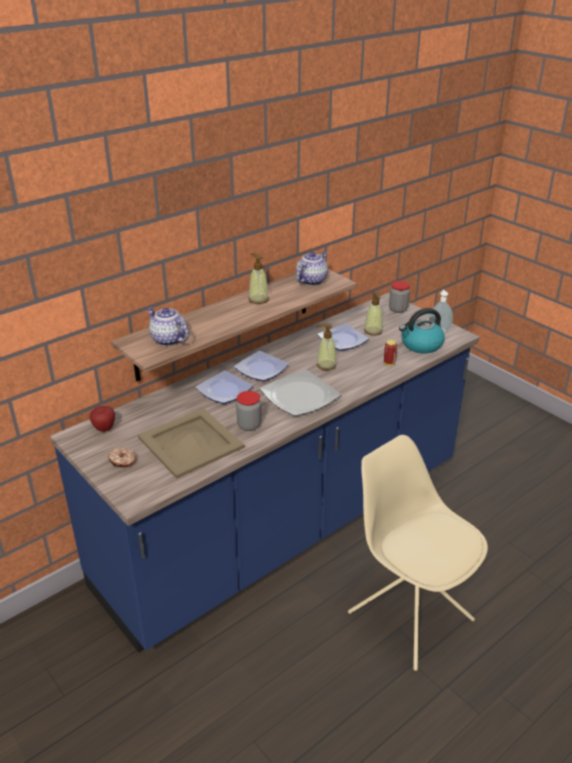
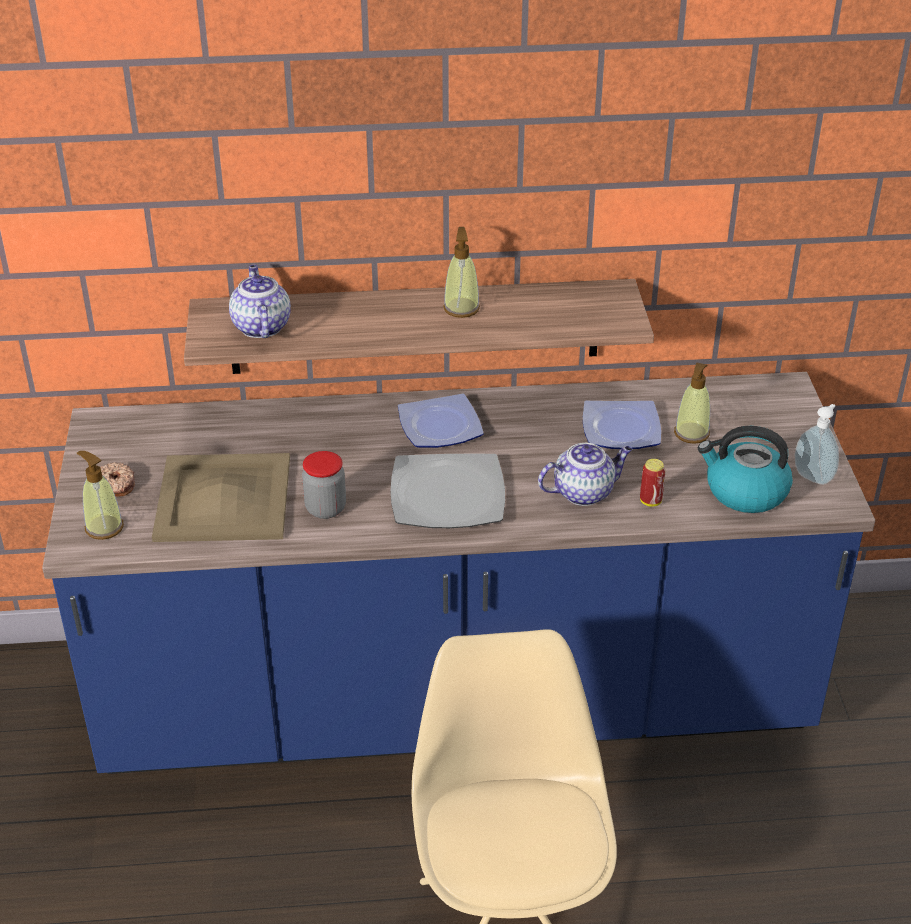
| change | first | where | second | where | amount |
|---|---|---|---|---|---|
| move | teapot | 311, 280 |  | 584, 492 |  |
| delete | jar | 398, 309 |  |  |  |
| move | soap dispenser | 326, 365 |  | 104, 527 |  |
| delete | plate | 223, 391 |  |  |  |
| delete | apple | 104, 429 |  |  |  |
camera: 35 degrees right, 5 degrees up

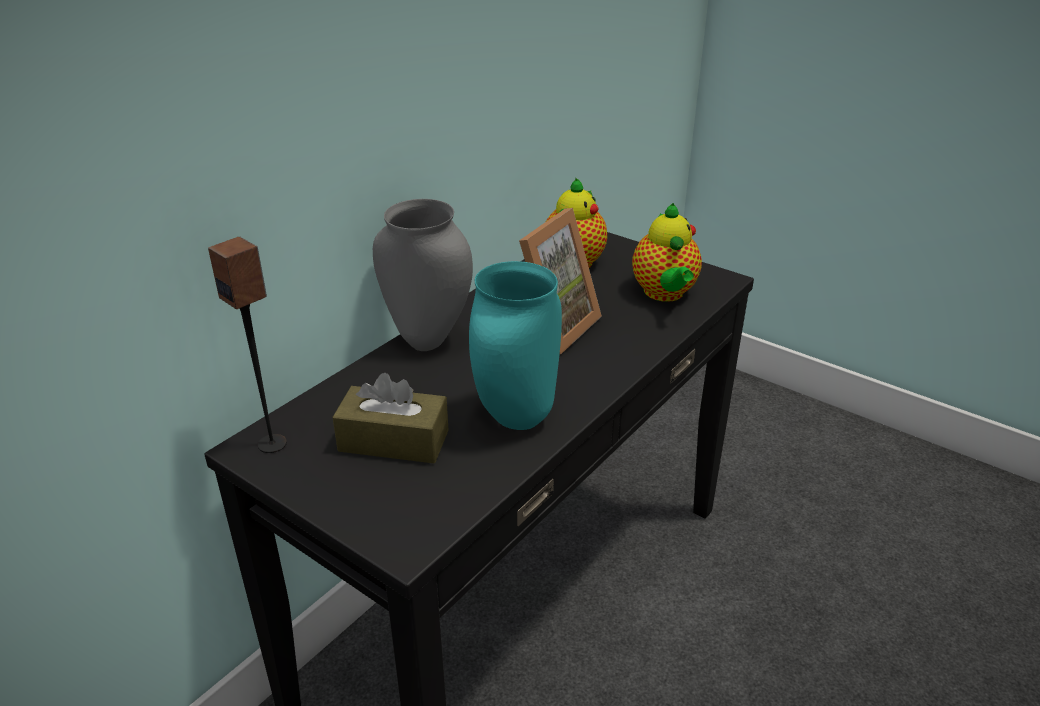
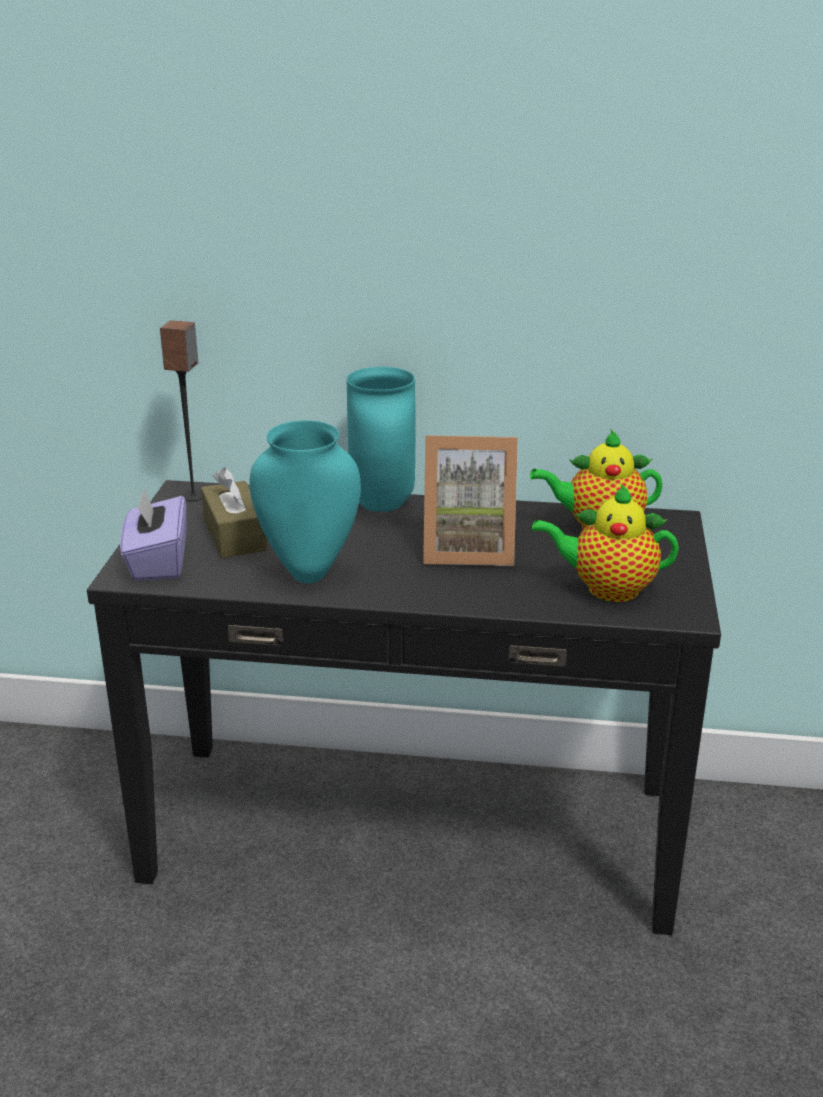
| change | first | where | second | where | amount |
|---|---|---|---|---|---|
| recolor | grey vase | 426, 342 | turquoise vase | 380, 505 |  |
| rotate | teapot | 664, 294 |  | 606, 589 | 45 degrees clockwise |
| insert |  |  | purple tissue box | 157, 562 |  |
camera: 60 degrees right, 5 degrees down

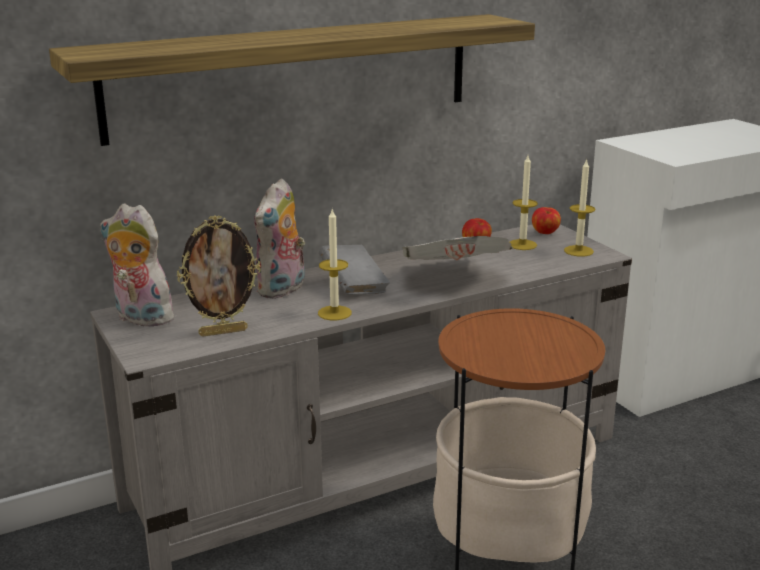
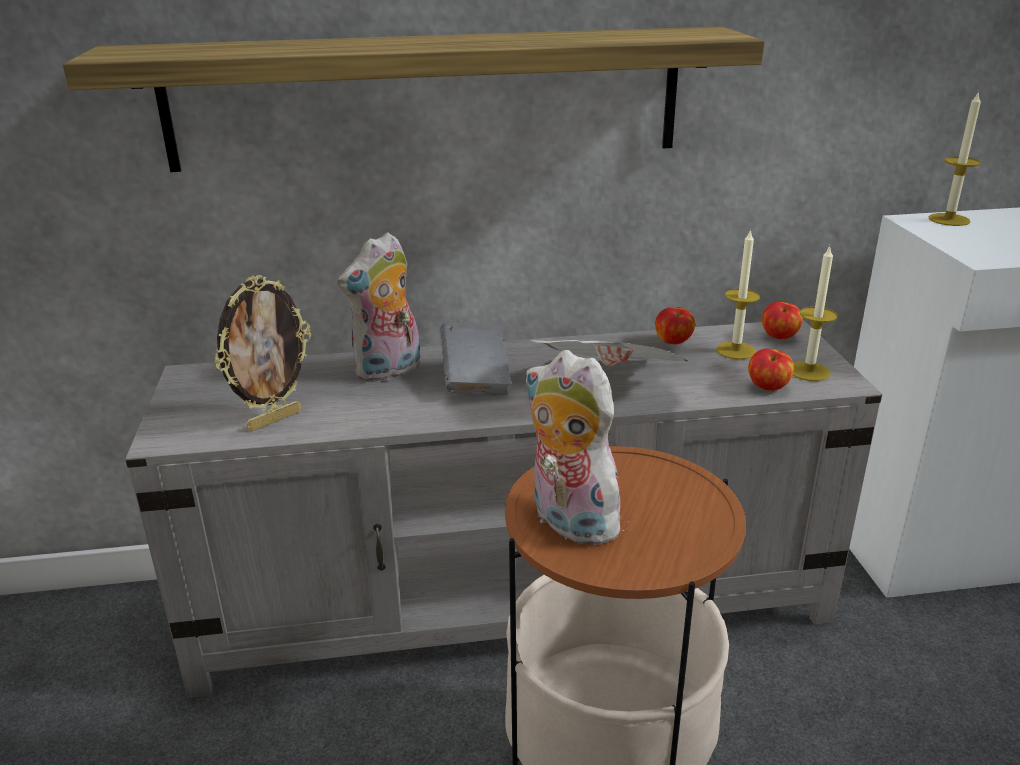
| change | first | where | second | where | amount |
|---|---|---|---|---|---|
| move | plush toy | 140, 318 |  | 568, 522 |  |
| move | candle | 334, 313 |  | 949, 219 |  |
| rotate | picture frame | 223, 332 |  | 274, 420 | 45 degrees counterclockwise |
| insert |  |  | apple | 768, 387 |  |
camera: 20 degrees right, 5 degrees up

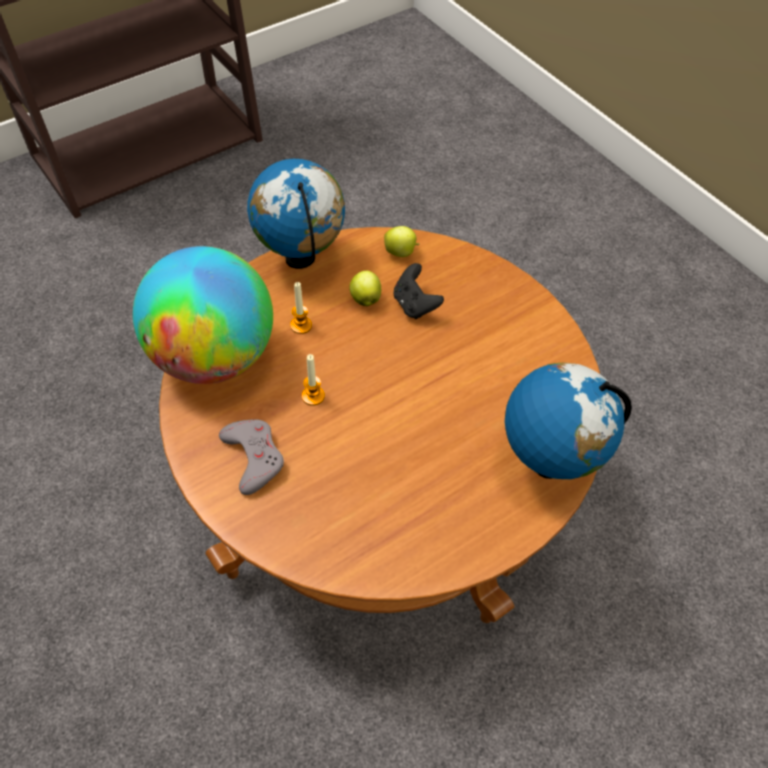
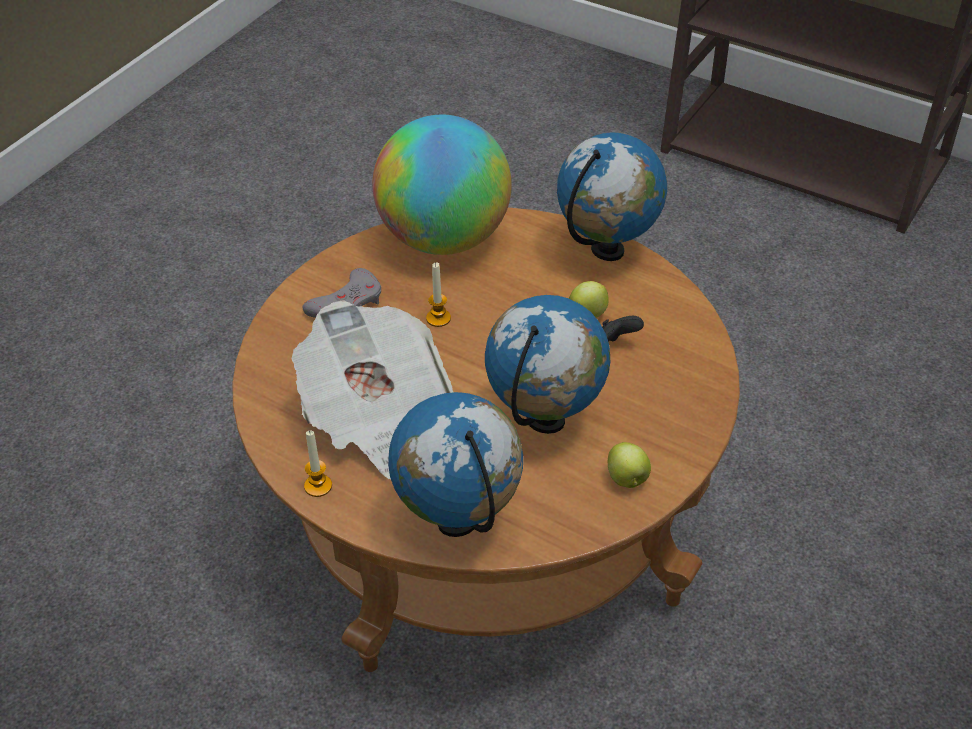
| change | first | where | second | where | amount |
|---|---|---|---|---|---|
| move | apple | 401, 252 |  | 627, 480 |  |
| move | candle | 301, 325 |  | 318, 486 |  |
| insert |  |  | globe | 546, 420 |  |
| insert |  |  | newspaper | 380, 419 |  |
camera: 70 degrees right, 10 degrees down

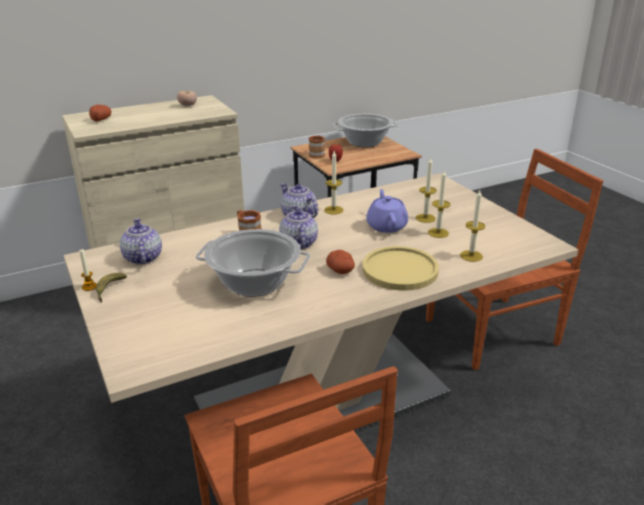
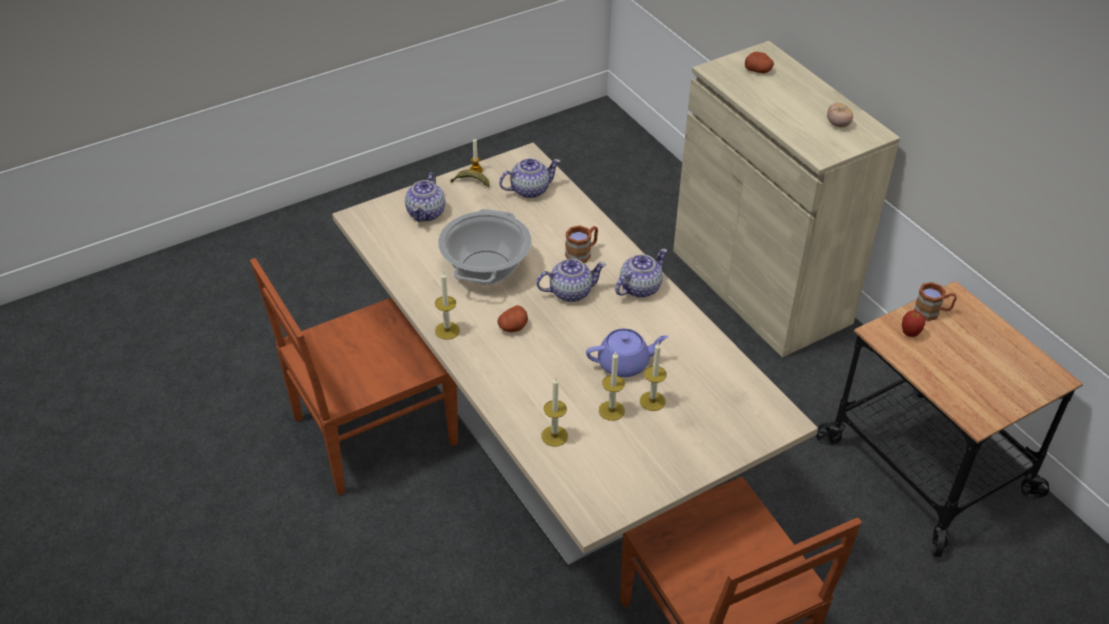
| change | first | where | second | where | amount |
|---|---|---|---|---|---|
| delete | cooking pot | 364, 142 |  |  |  |
| move | candle | 333, 210 |  | 447, 330 |  |
| delete | yellow plate | 400, 270 |  |  |  |
| insert |  |  | teapot | 426, 212 |  |
camera: 85 degrees right, 15 degrees up

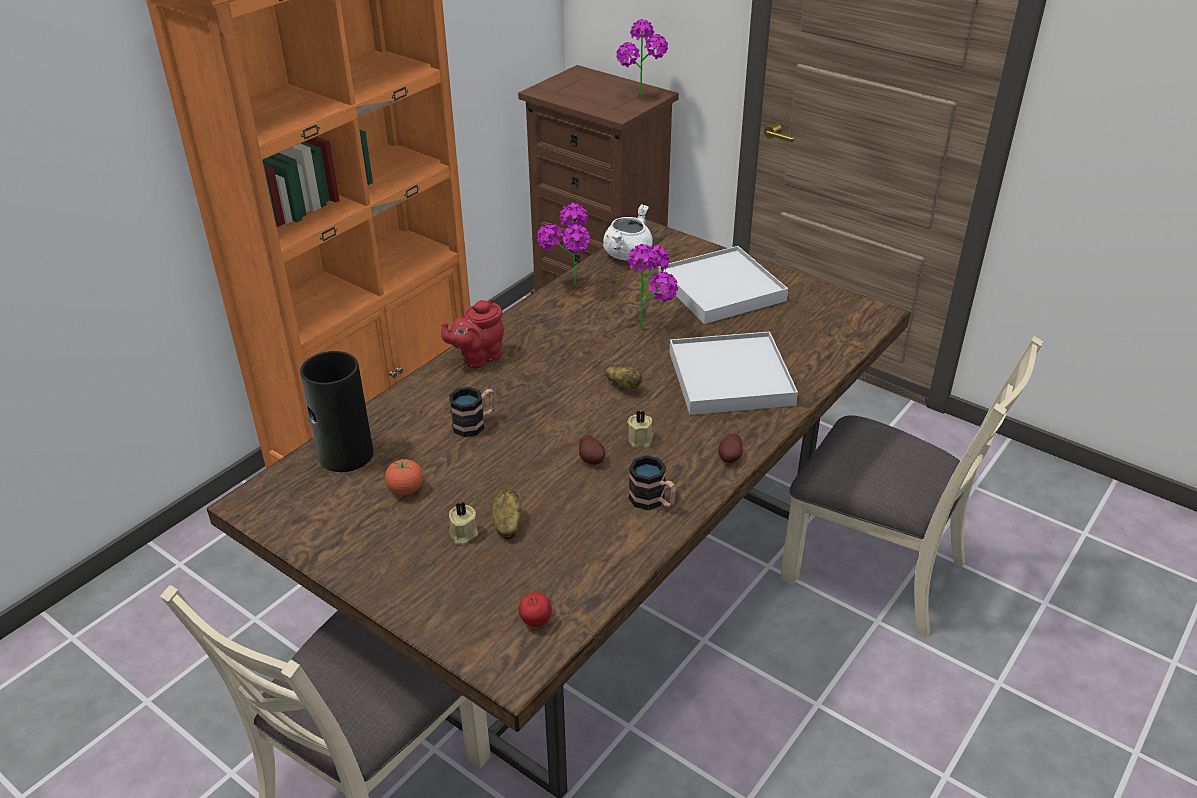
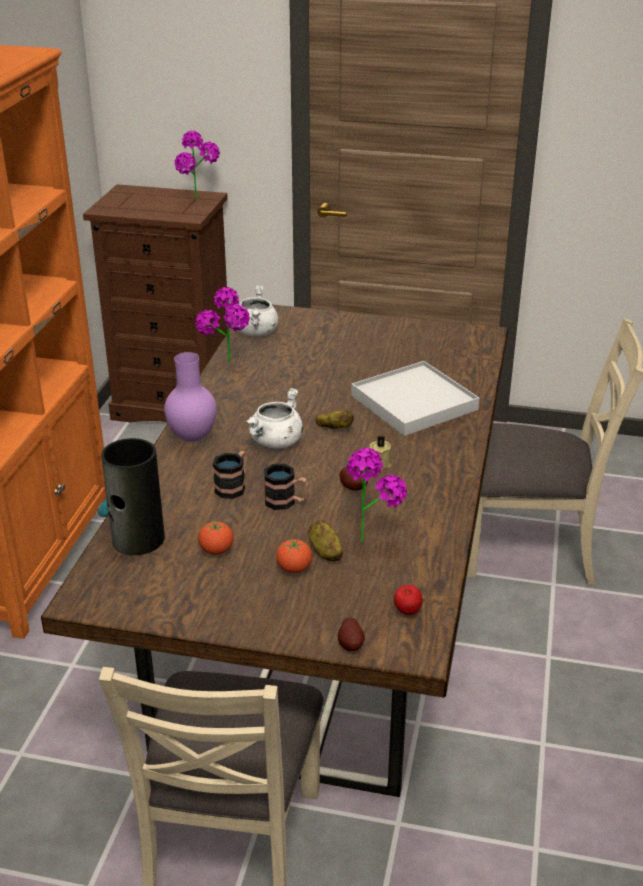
| change | first | where | second | where | amount |
|---|---|---|---|---|---|
| move | potted plant | 652, 326 |  | 371, 535 |  |
| delete | white tray | 721, 289 |  |  |  |
| replace | red teapot | 478, 358 | purple vase | 193, 437 |  |
| move | potato | 730, 457 |  | 351, 644 |  |
| move | mug | 653, 501 |  | 286, 502 |  |
| replace | beige candle | 462, 534 | tomato | 294, 569 |  |
| insert |  |  | white cooking pot | 276, 442 |  |
camera: 25 degrees left, 5 degrees down

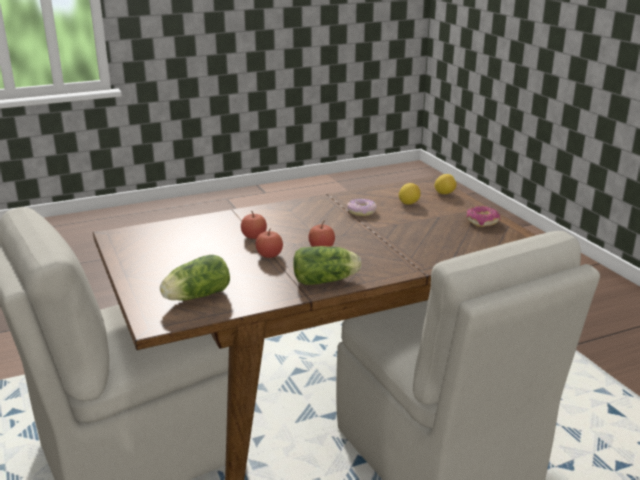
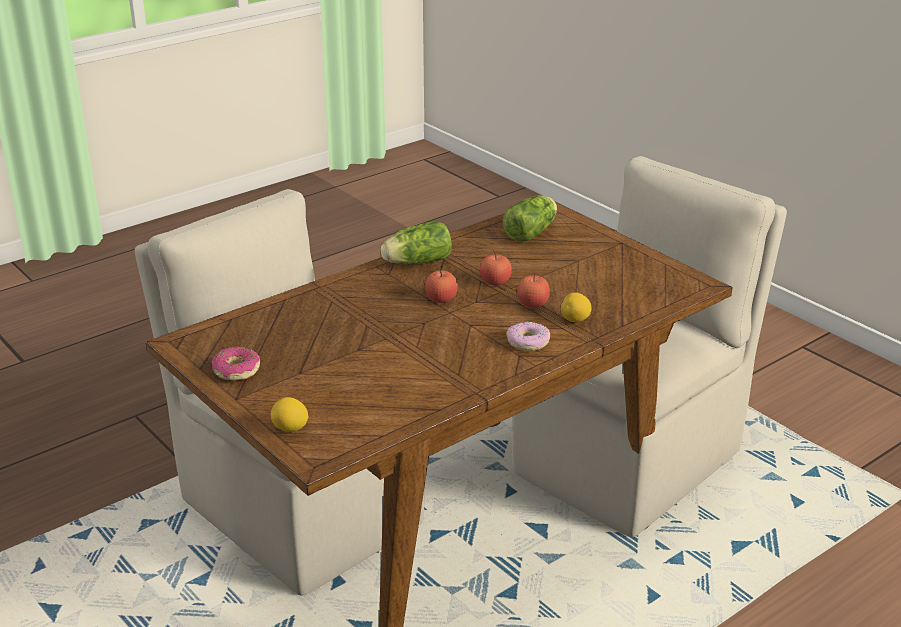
| change | first | where | second | where | amount |
|---|---|---|---|---|---|
| move | lemon | 408, 203 |  | 575, 320 |  |
| move | donut | 361, 211 |  | 528, 342 |  |
camera: 165 degrees right, 5 degrees up

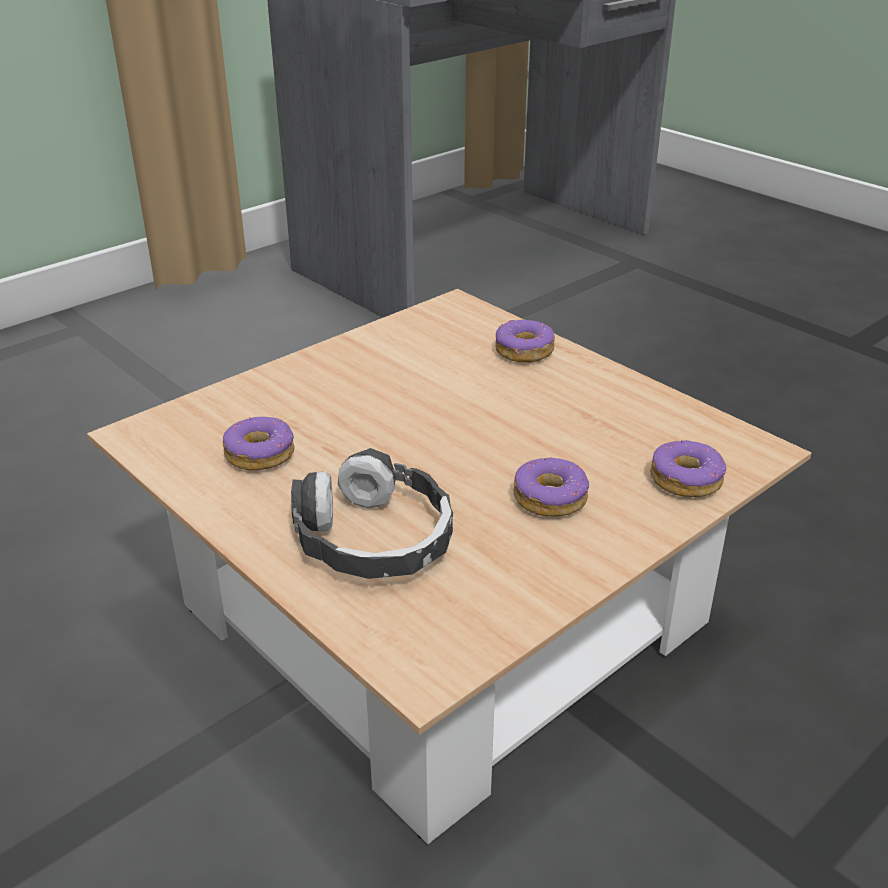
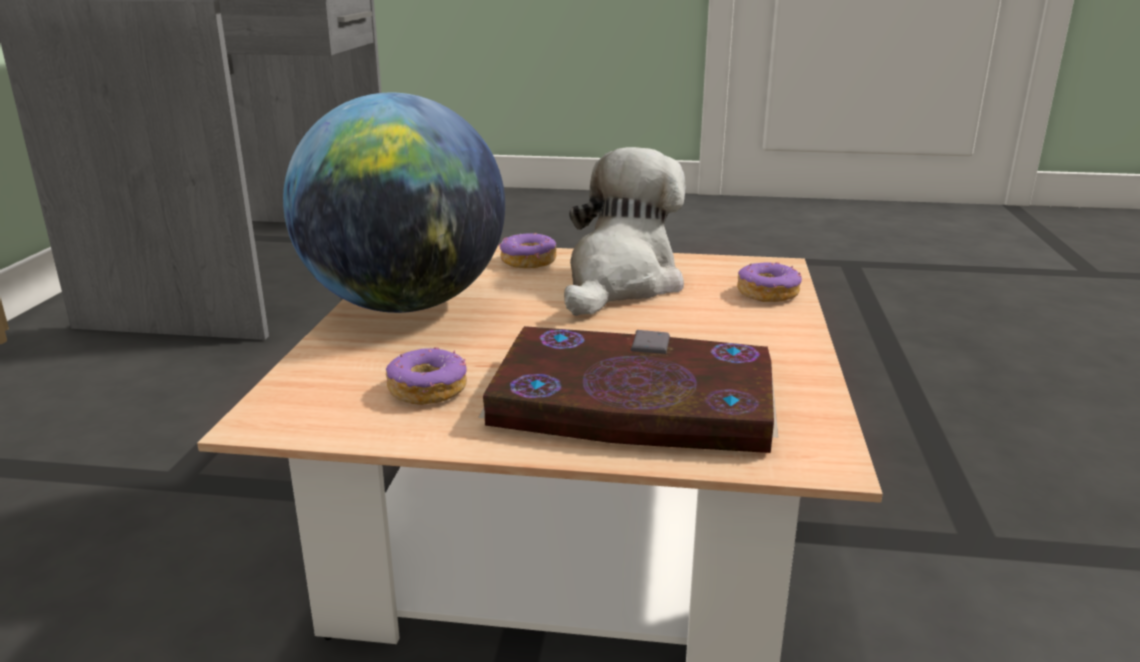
| change | first | where | second | where | amount |
|---|---|---|---|---|---|
| replace | headphones | 373, 538 | book | 631, 402 |  |
| delete | donut | 550, 498 |  |  |  |
| insert |  |  | globe | 405, 305 |  |
| insert |  |  | plush toy | 620, 284 |  |
camera: 40 degrees left, 10 degrees down

